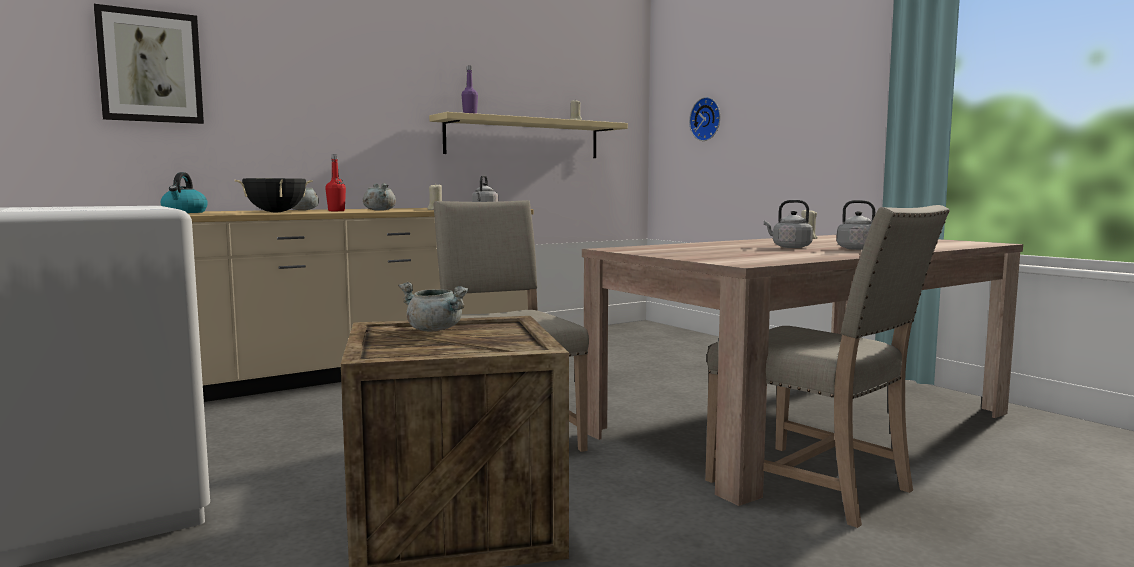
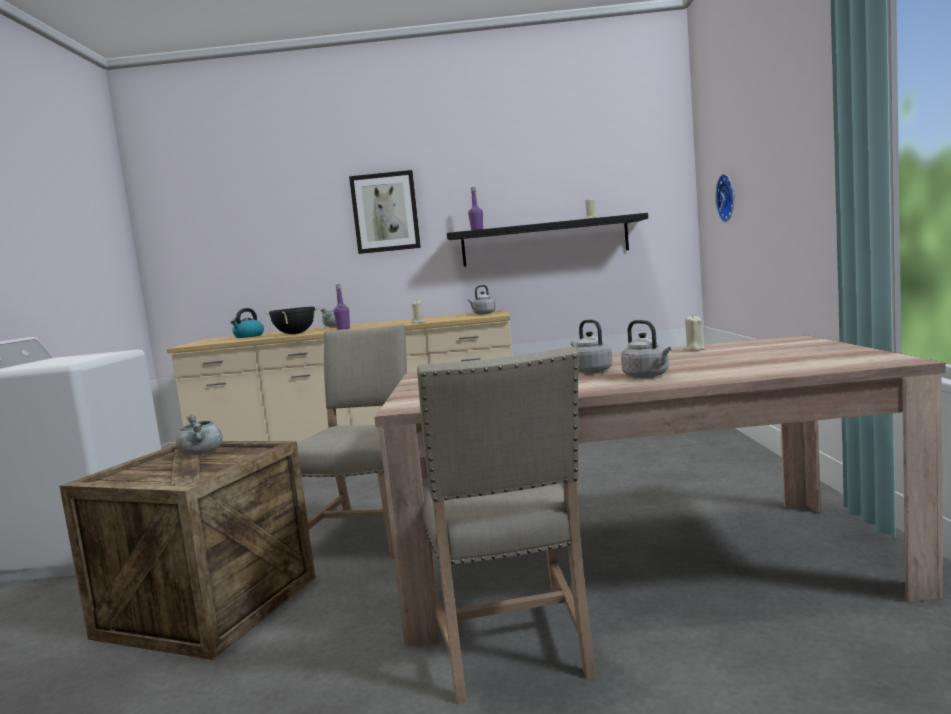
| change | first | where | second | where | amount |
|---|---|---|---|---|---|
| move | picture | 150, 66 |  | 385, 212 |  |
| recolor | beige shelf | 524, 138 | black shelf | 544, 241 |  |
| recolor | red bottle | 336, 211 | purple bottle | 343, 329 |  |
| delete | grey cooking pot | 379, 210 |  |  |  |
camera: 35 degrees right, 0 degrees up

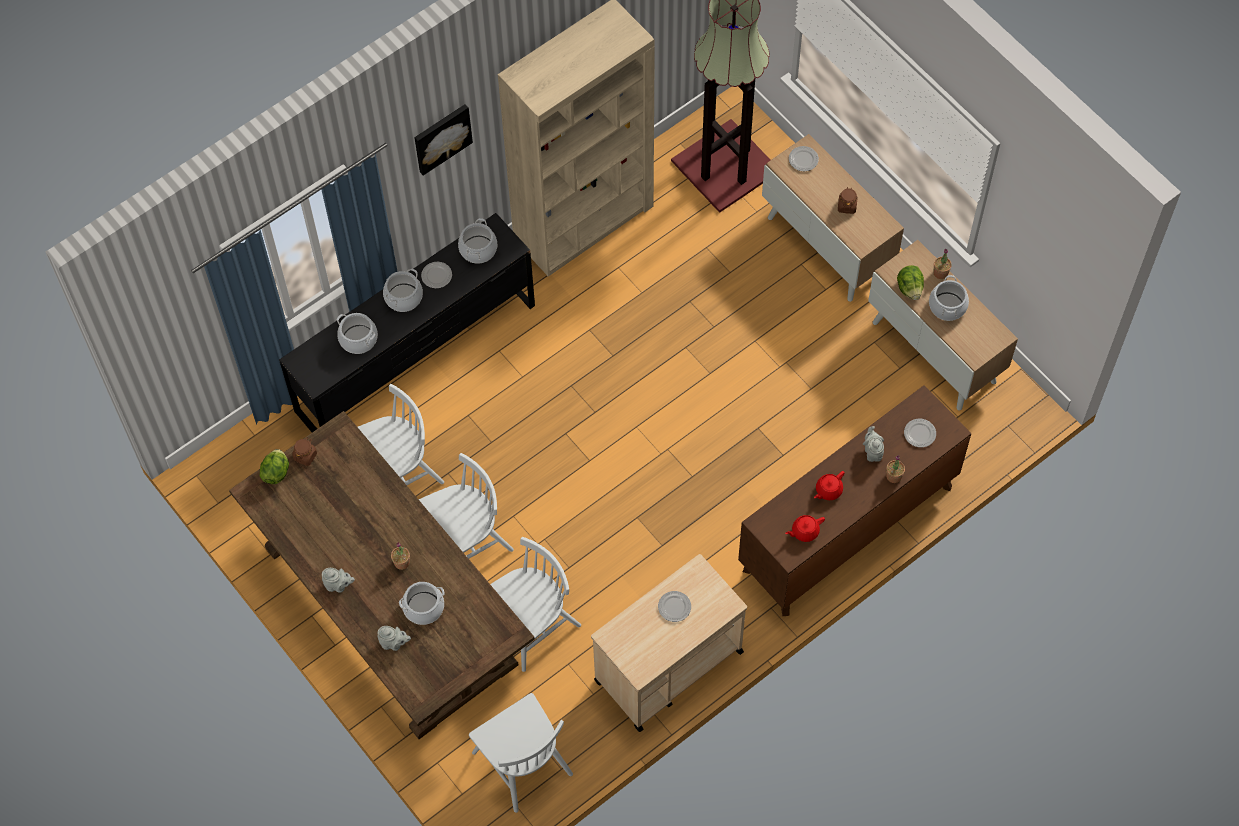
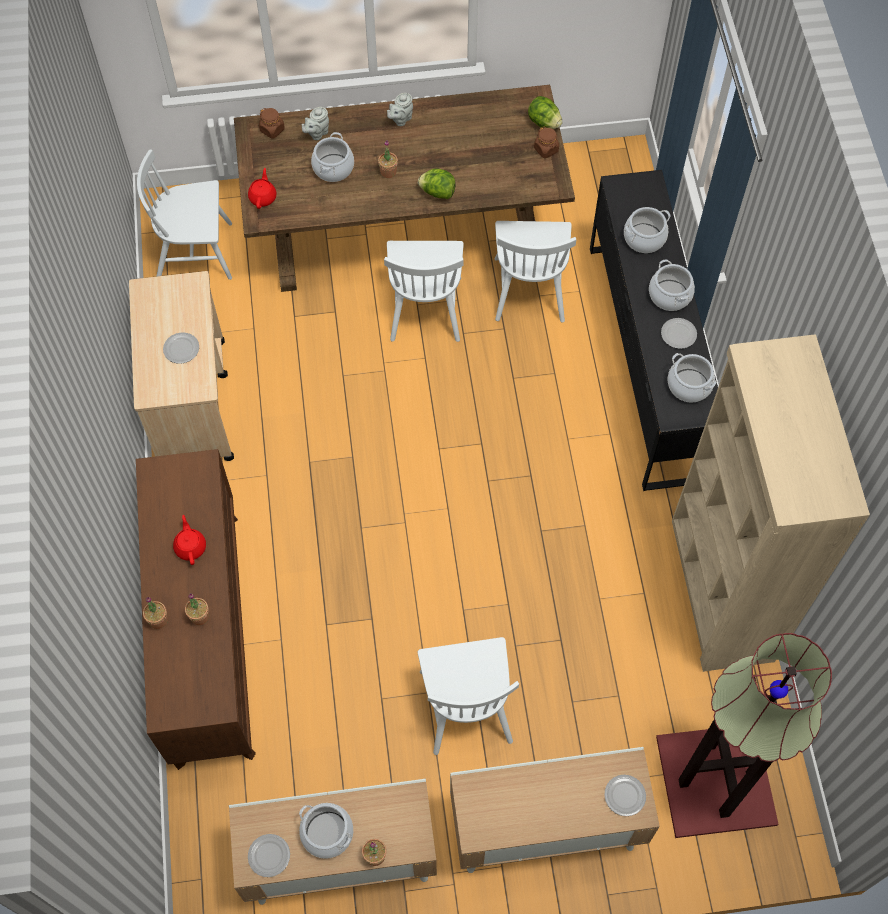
| change | first | where | second | where | amount |
|---|---|---|---|---|---|
| delete | picture | 441, 137 |  |  |  |
| move | brown jar | 847, 206 |  | 272, 130 |  |
| move | lettuce | 909, 289 |  | 437, 192 |  |
| move | plate | 919, 434 |  | 268, 855 |  |
| replace | grey teapot | 872, 452 | potted plant | 199, 616 |  |
| move | red teapot | 804, 531 |  | 263, 197 |  |
| move | white chair | 530, 625 |  | 466, 705 |  |
camera: 120 degrees right, 0 degrees up

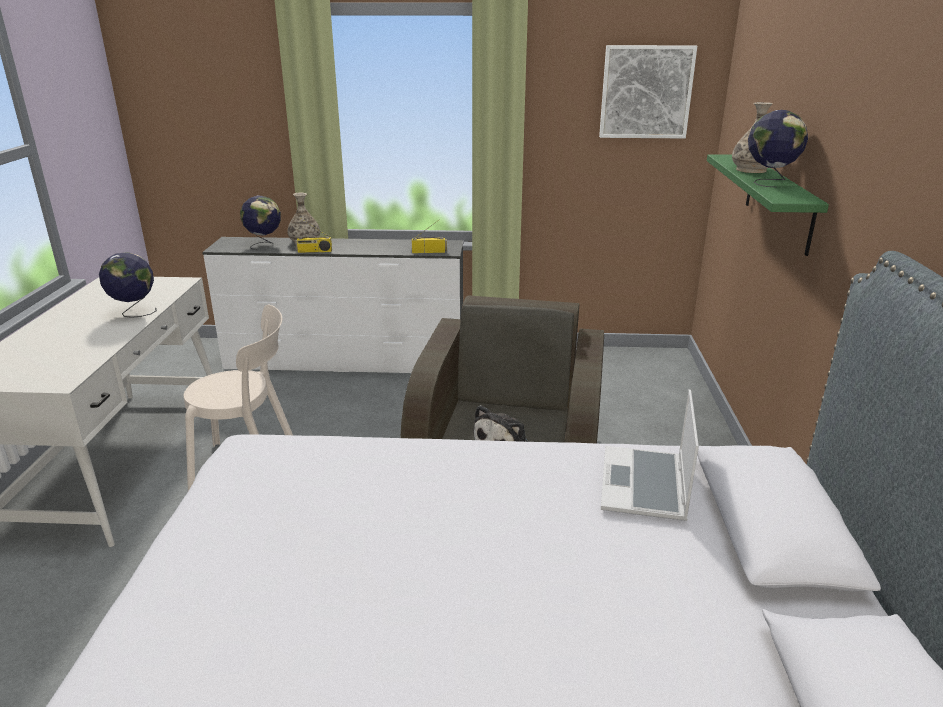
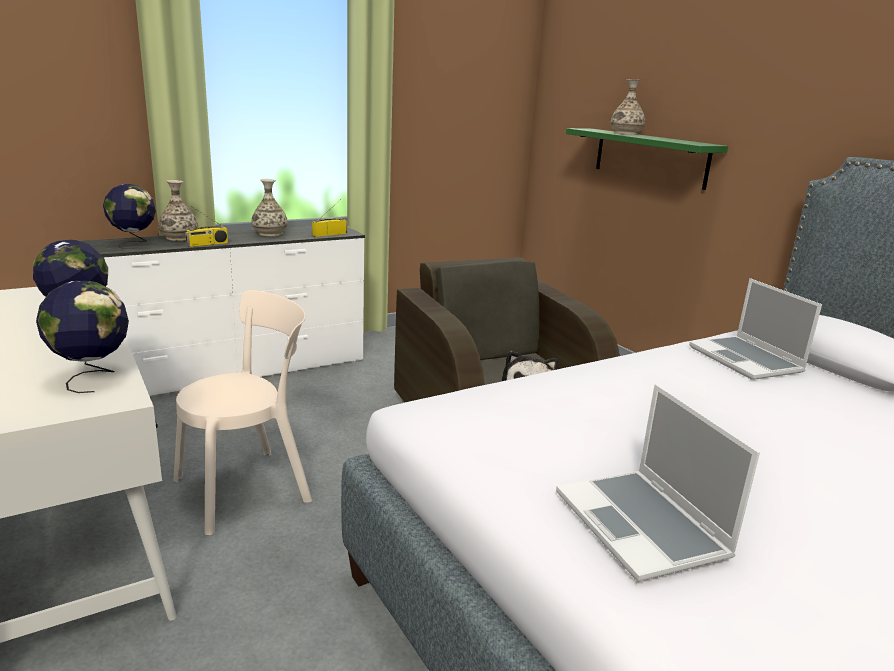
| change | first | where | second | where | amount |
|---|---|---|---|---|---|
| delete | picture | 646, 92 |  |  |  |
| move | globe | 769, 182 |  | 92, 378 |  |
| insert |  |  | vase | 270, 233 |  |
| insert |  |  | laptop | 643, 526 |  |
camera: 35 degrees left, 5 degrees down

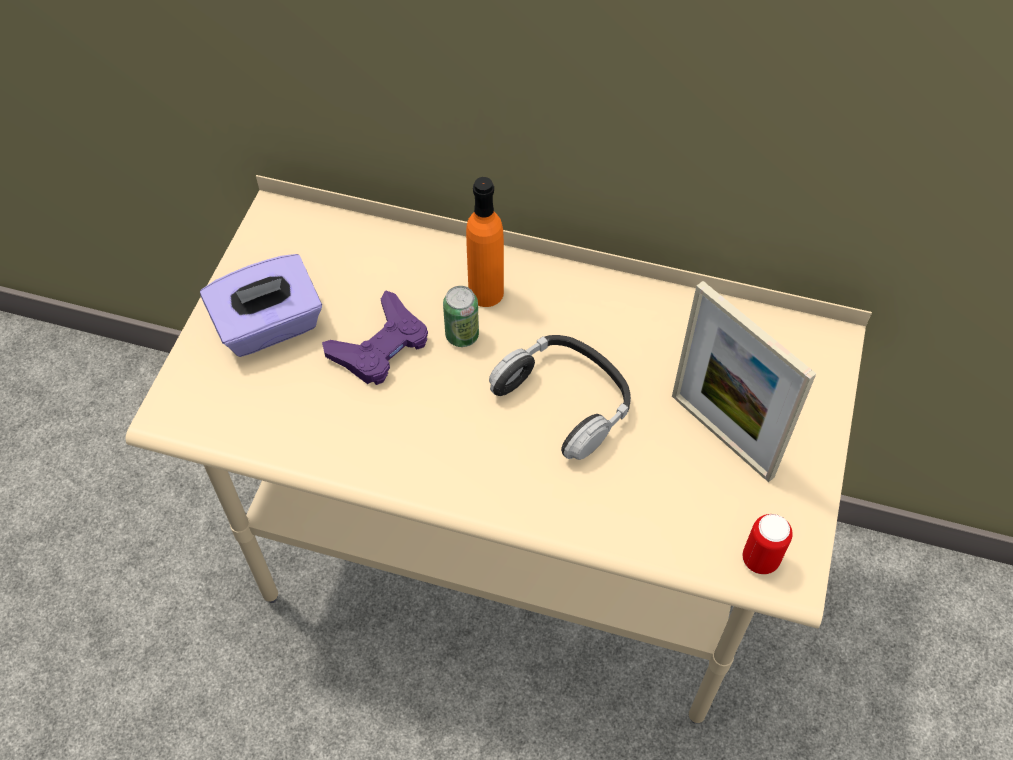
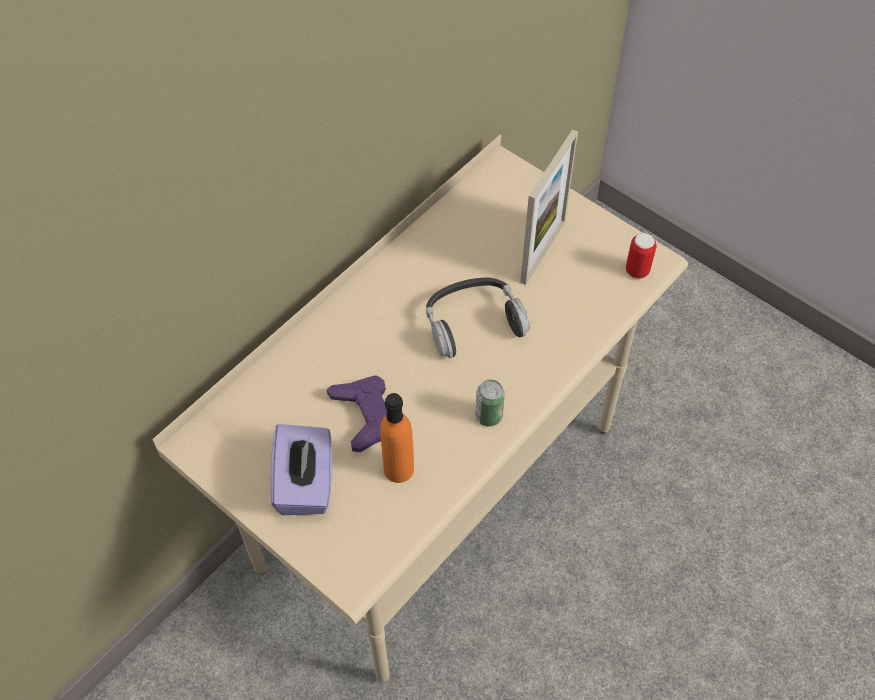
| change | first | where | second | where | amount |
|---|---|---|---|---|---|
| move | orange bottle | 486, 293 |  | 399, 469 |  |
| rotate | picture frame | 721, 436 |  | 543, 251 | 45 degrees counterclockwise |
| move | can | 462, 335 |  | 489, 416 |  |
camera: 65 degrees left, 0 degrees up

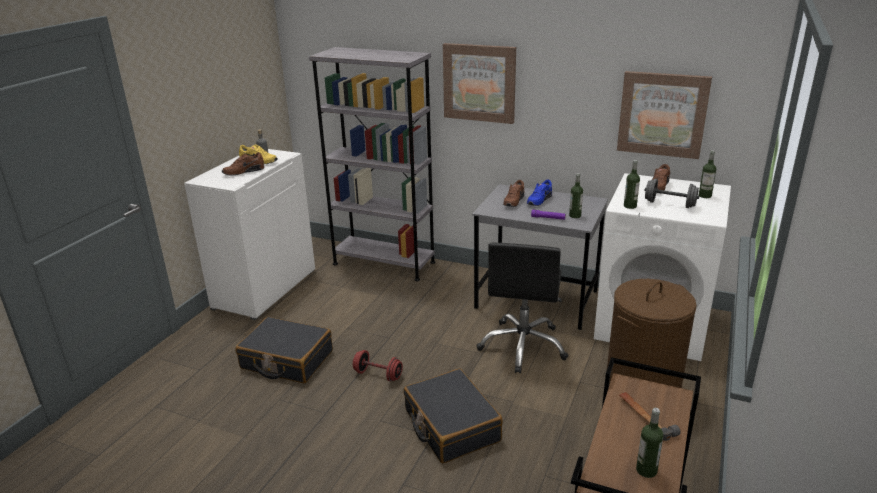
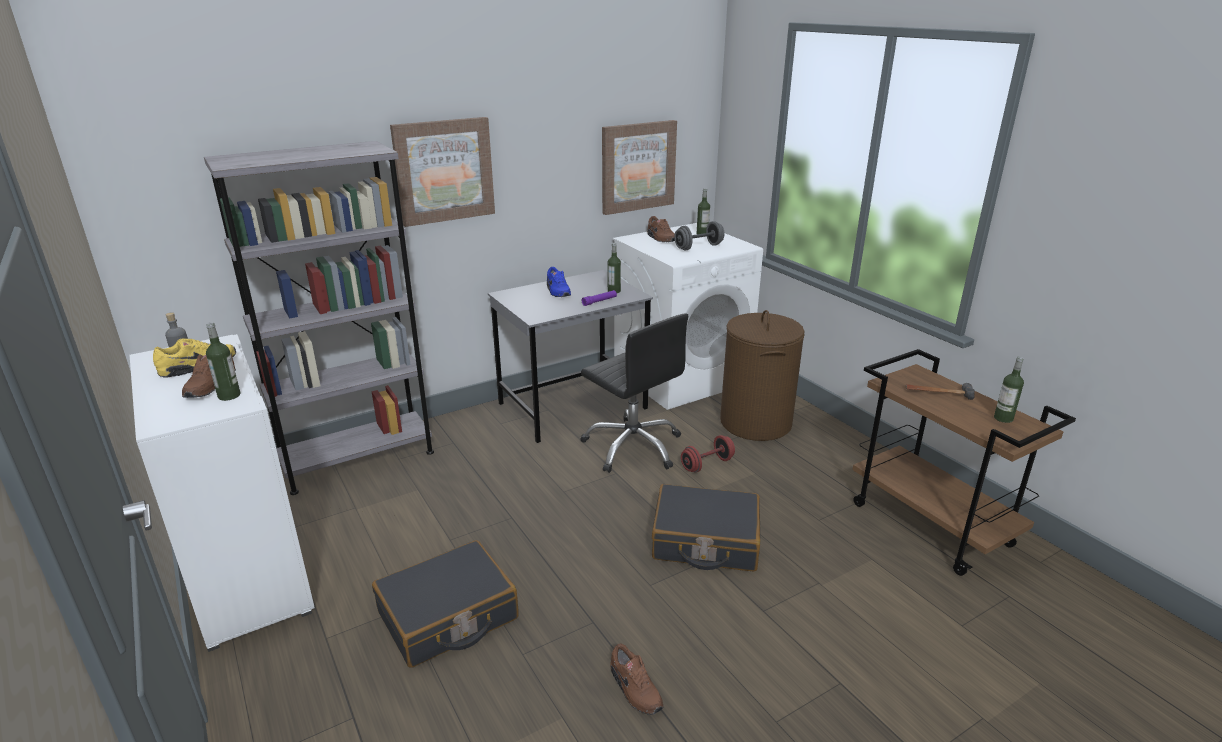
| change | first | where | second | where | amount |
|---|---|---|---|---|---|
| move | bottle | 630, 206 |  | 229, 395 |  |
| move | brown shoe | 513, 201 |  | 634, 689 |  |
| move | red dumbbell | 378, 375 |  | 707, 464 |  |
camera: 55 degrees left, 0 degrees up

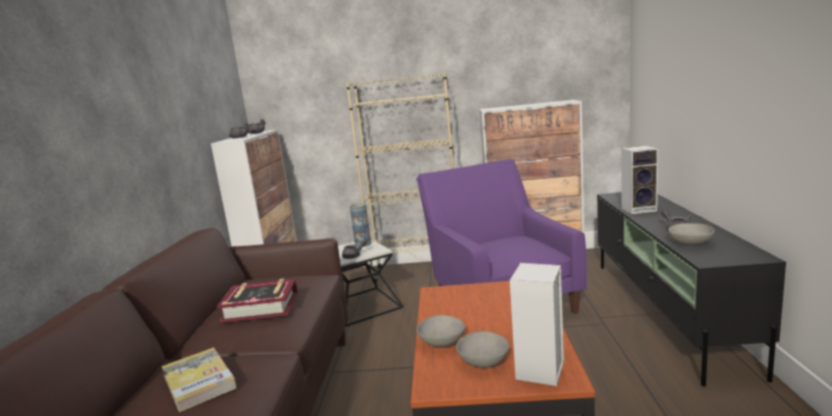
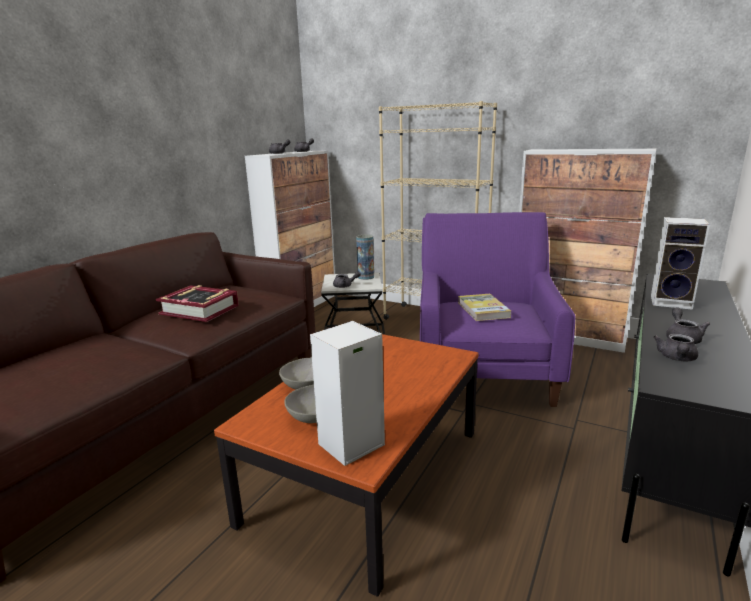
| change | first | where | second | where | amount |
|---|---|---|---|---|---|
| replace | grey bowl | 691, 243 | grey teapot | 676, 358 |  |
| move | book | 199, 381 |  | 483, 310 |  |
camera: 25 degrees right, 5 degrees up

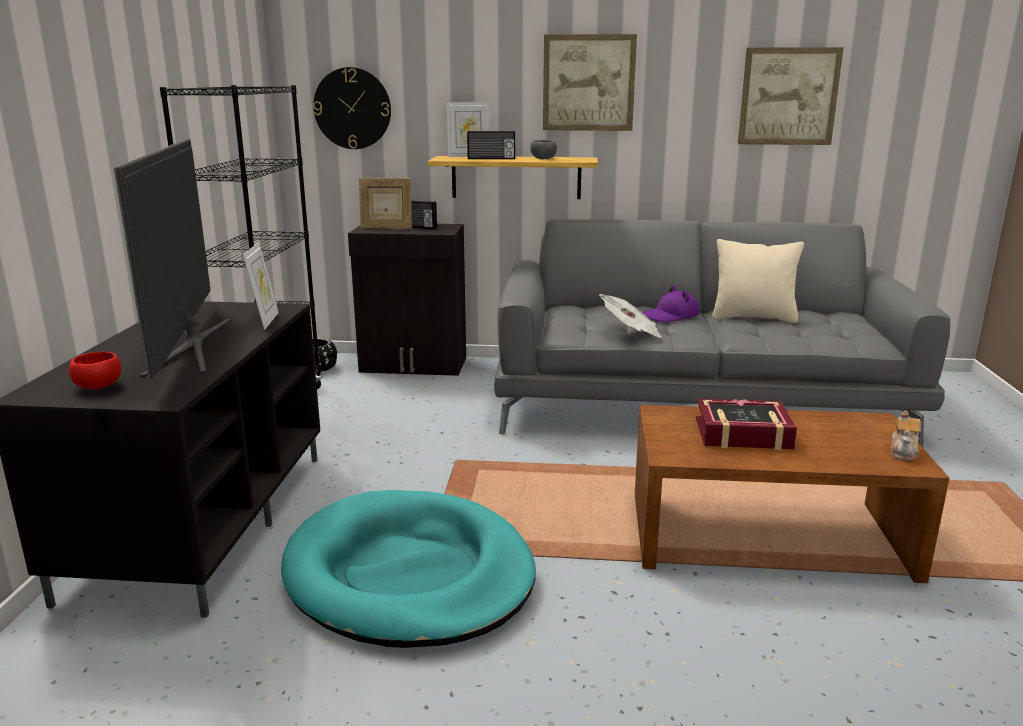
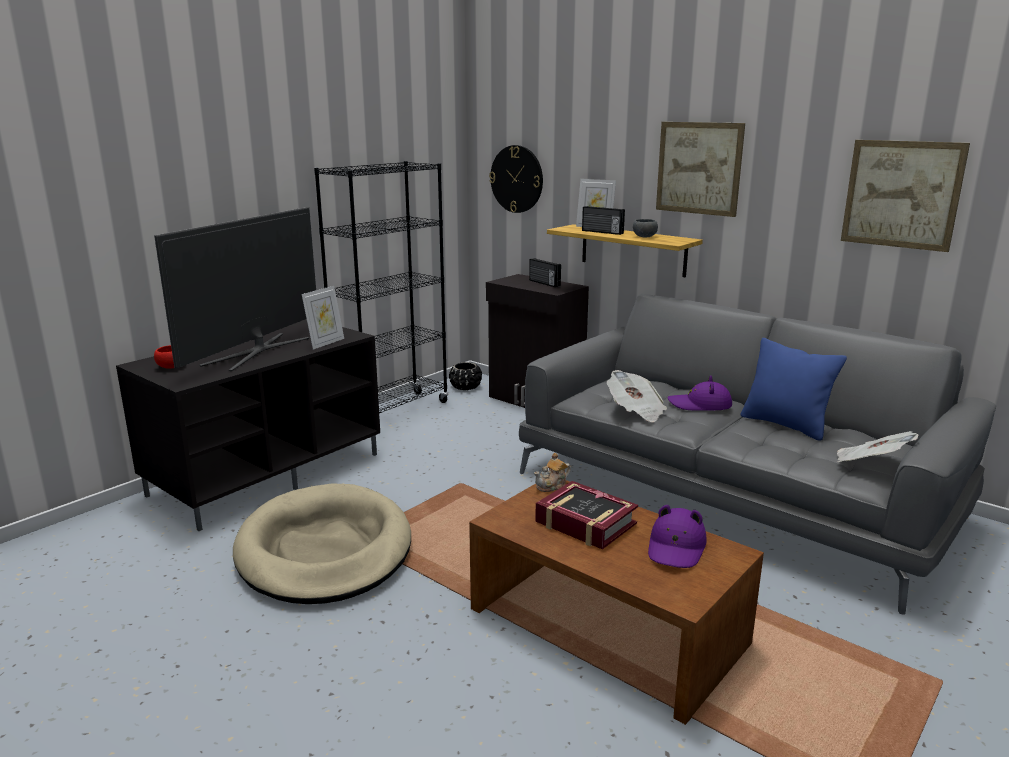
| change | first | where | second | where | amount |
|---|---|---|---|---|---|
| delete | picture frame | 386, 228 |  |  |  |
| recolor | beige pillow | 753, 317 | blue pillow | 785, 425 |  |
| move | teapot | 904, 452 |  | 552, 486 |  |
| recolor | turquoise dog bed | 410, 575 | beige dog bed | 325, 550 |  |
| insert |  |  | newspaper | 870, 464 |  |
| insert |  |  | purple hat | 676, 547 |  |
camera: 35 degrees right, 0 degrees up

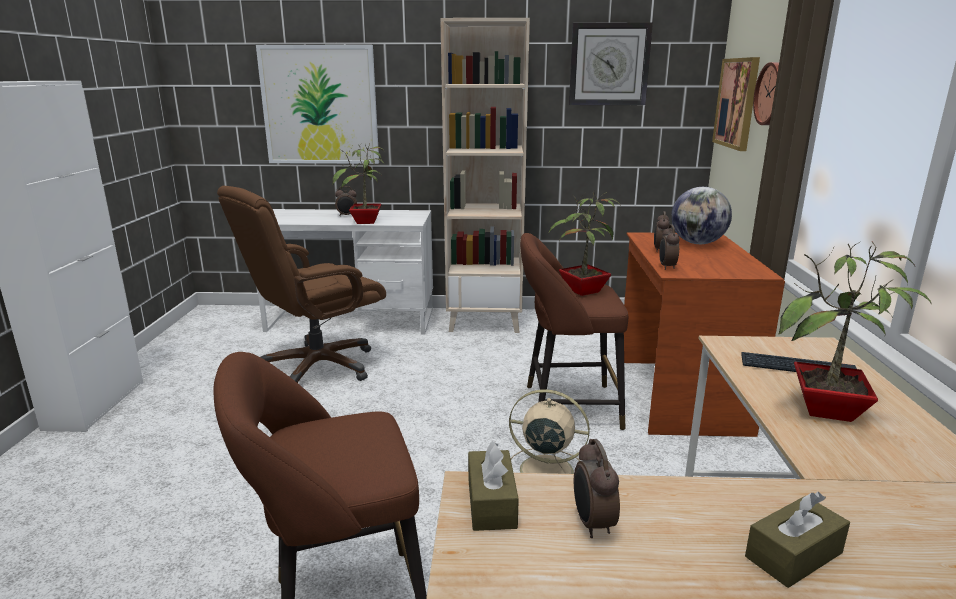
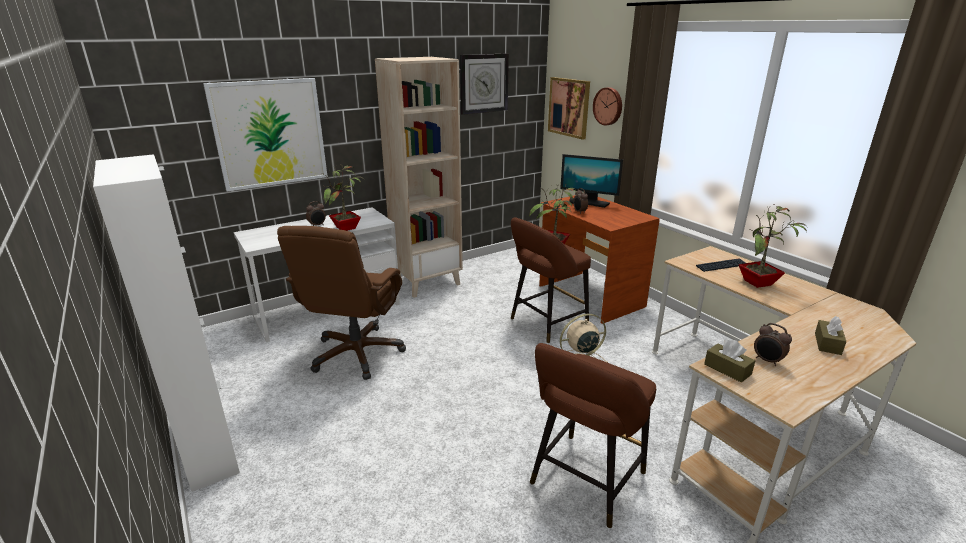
| change | first | where | second | where | amount |
|---|---|---|---|---|---|
| replace | globe | 697, 243 | monitor | 588, 203 |  |
| delete | alarm clock | 666, 267 |  |  |  |
camera: 35 degrees left, 5 degrees up

